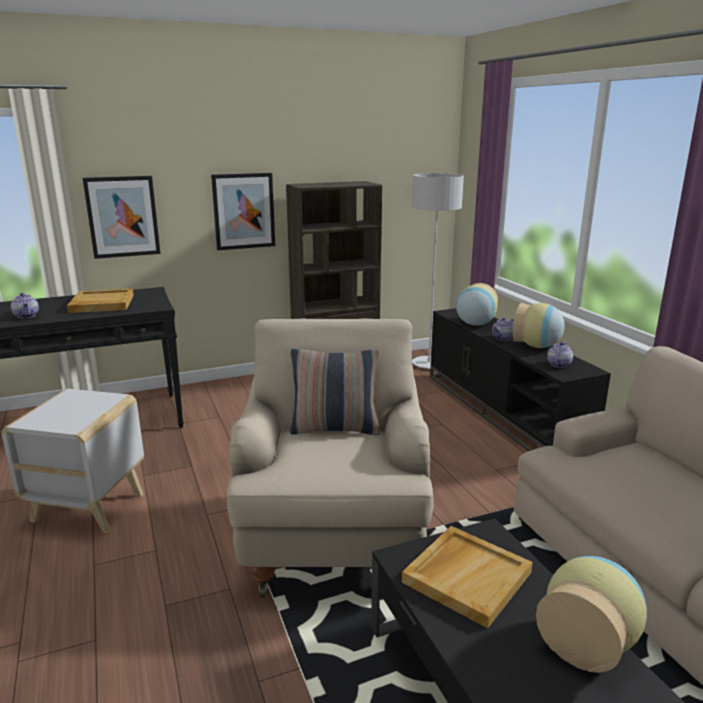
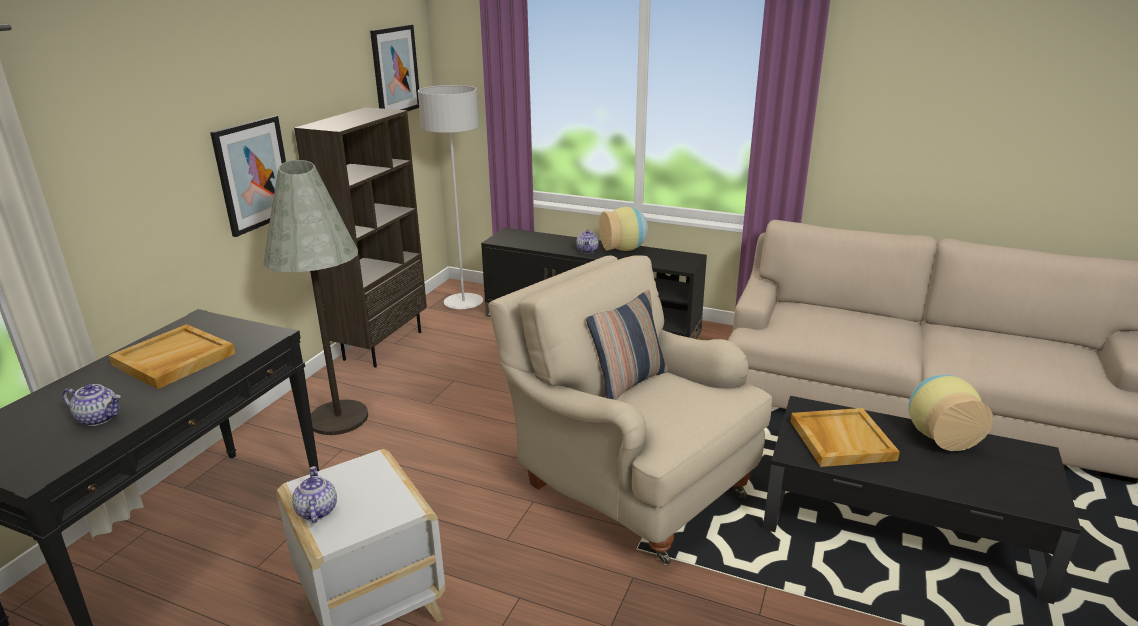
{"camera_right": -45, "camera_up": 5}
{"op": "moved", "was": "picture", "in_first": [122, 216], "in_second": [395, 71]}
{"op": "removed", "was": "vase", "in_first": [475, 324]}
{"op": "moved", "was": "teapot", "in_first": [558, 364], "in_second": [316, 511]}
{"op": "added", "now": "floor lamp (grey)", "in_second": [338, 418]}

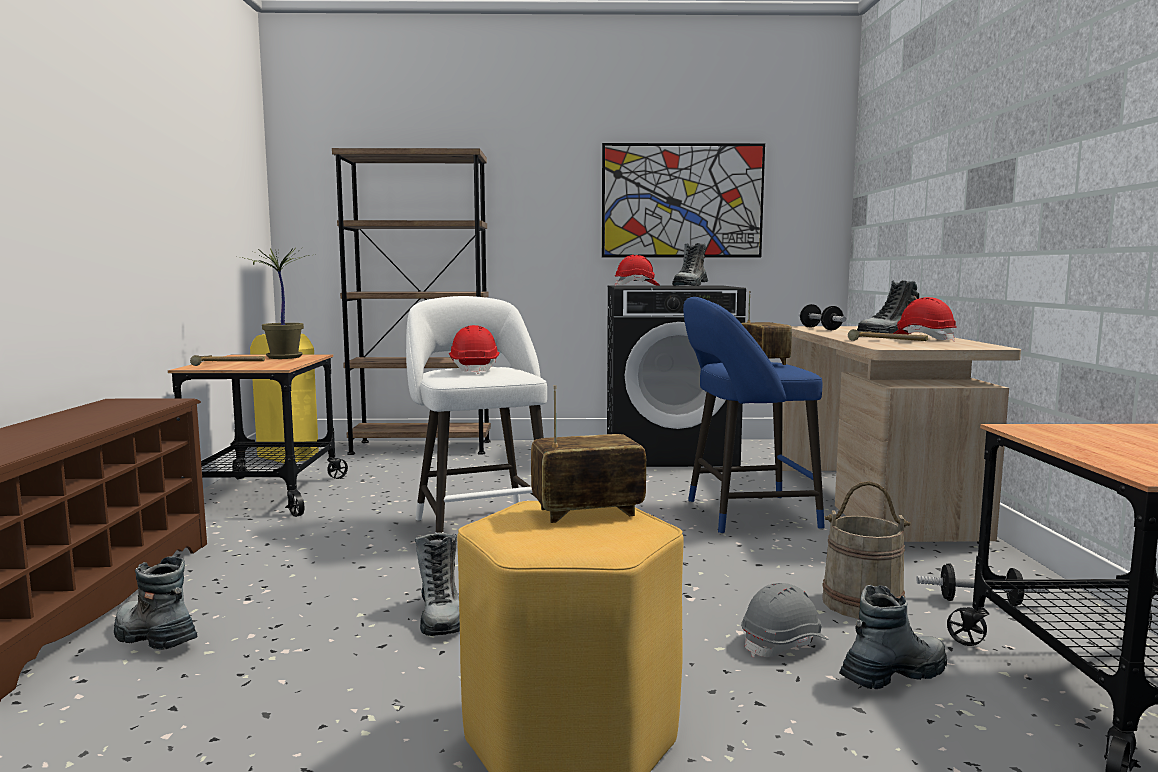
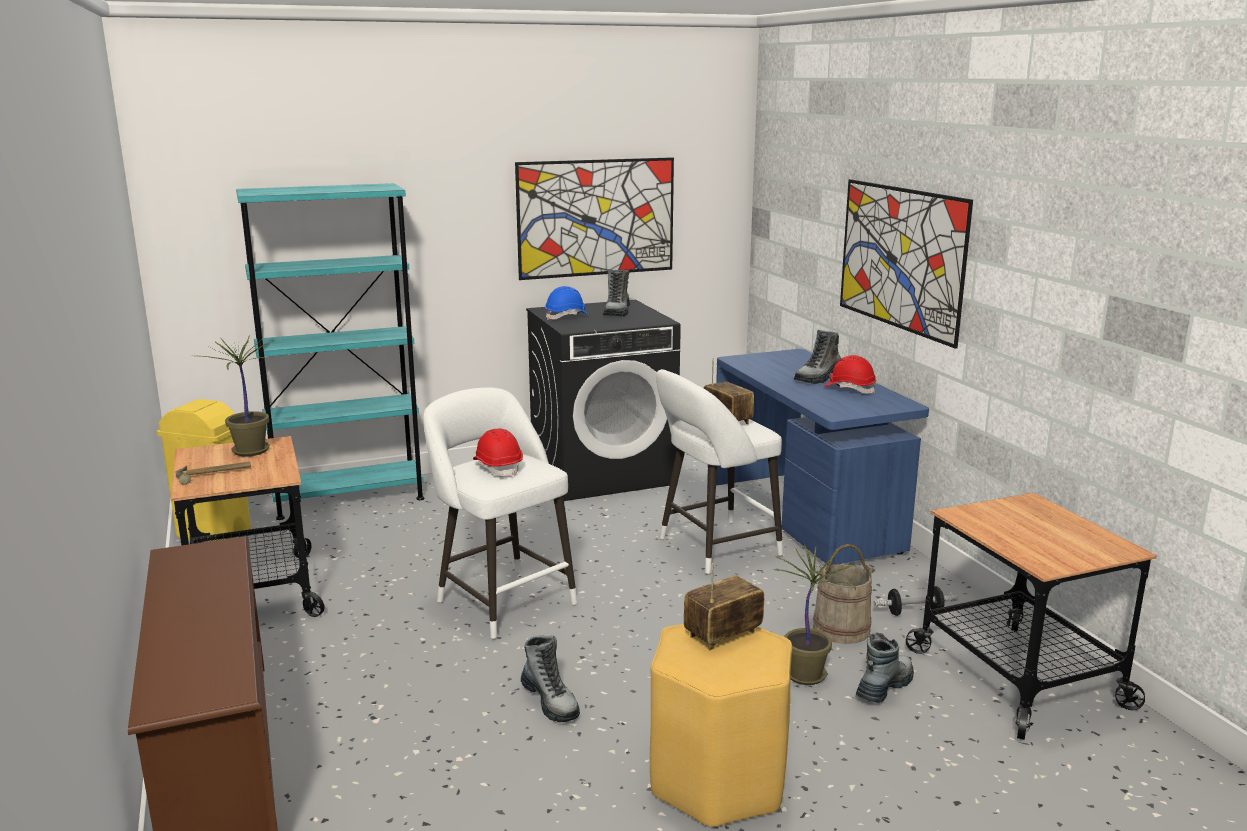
{"camera_right": -20, "camera_up": 10}
{"op": "recoloured", "was": "bookcase (brown)", "now": "bookcase (turquoise)", "in_first": [421, 447], "in_second": [348, 498]}
{"op": "recoloured", "was": "hard hat (red)", "now": "hard hat (blue)", "in_first": [637, 286], "in_second": [567, 317]}
{"op": "recoloured", "was": "stool (blue)", "now": "stool (white)", "in_first": [743, 515], "in_second": [713, 549]}
{"op": "removed", "was": "dumbbell", "in_first": [820, 328]}
{"op": "recoloured", "was": "desk (beige)", "now": "desk (blue)", "in_first": [875, 502], "in_second": [806, 516]}
{"op": "removed", "was": "hammer", "in_first": [887, 341]}
{"op": "removed", "was": "boot", "in_first": [154, 638]}
{"op": "replaced", "was": "hard hat (grey)", "now": "potted plant", "in_first": [784, 643], "in_second": [807, 675]}
{"op": "added", "now": "picture", "in_second": [900, 258]}

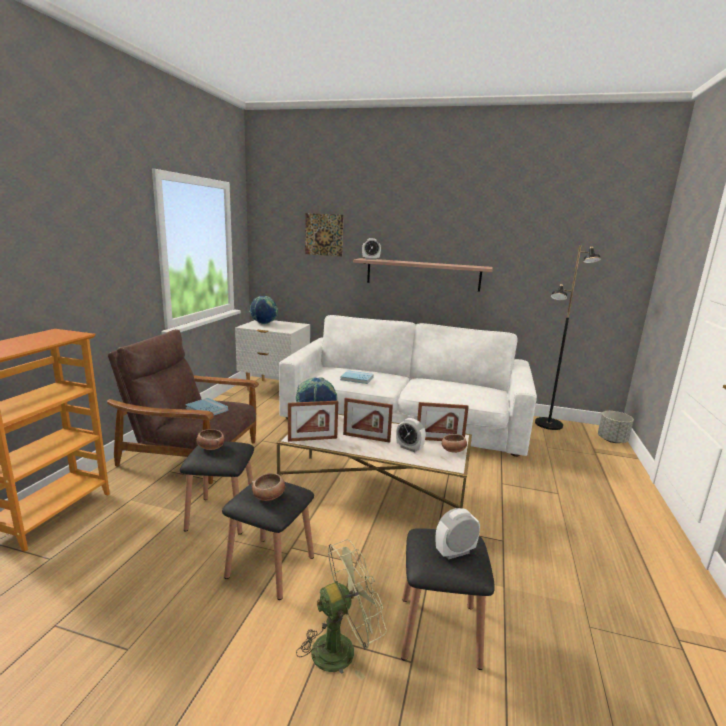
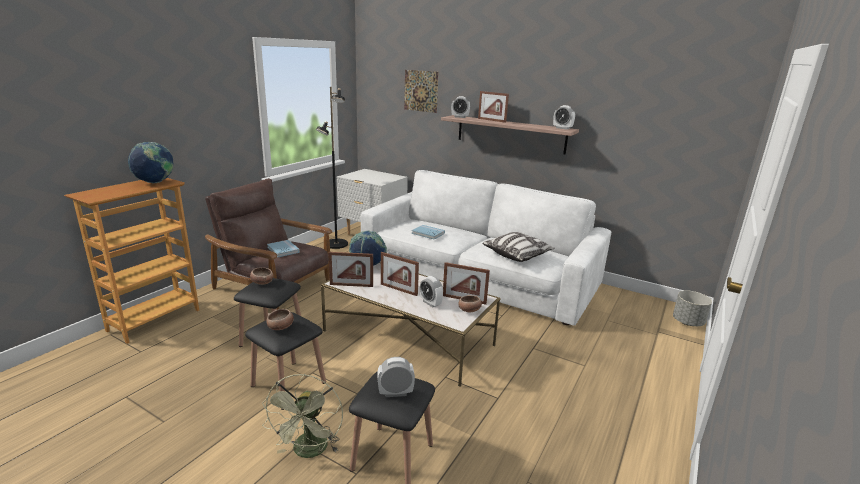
{"camera_right": 15, "camera_up": 5}
{"op": "moved", "was": "floor lamp (black)", "in_first": [549, 424], "in_second": [336, 244]}
{"op": "moved", "was": "globe", "in_first": [264, 324], "in_second": [155, 183]}
{"op": "turned", "was": "fan (green)", "in_first": [342, 647], "in_second": [309, 452], "clockwise": 105}
{"op": "added", "now": "picture frame", "in_second": [491, 120]}
{"op": "added", "now": "alarm clock", "in_second": [562, 128]}
{"op": "added", "now": "pillow", "in_second": [517, 255]}

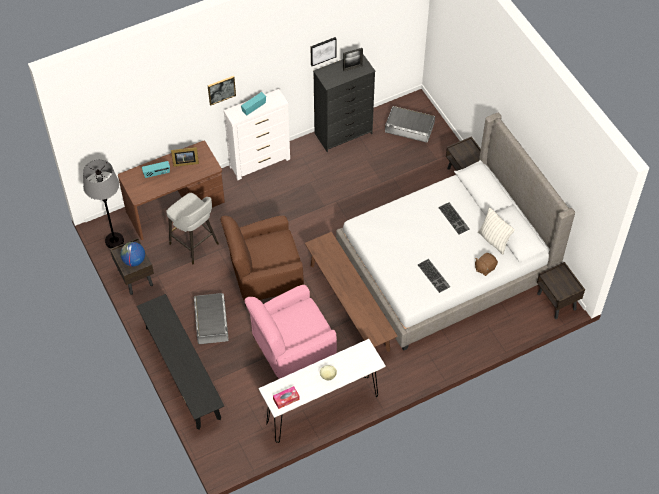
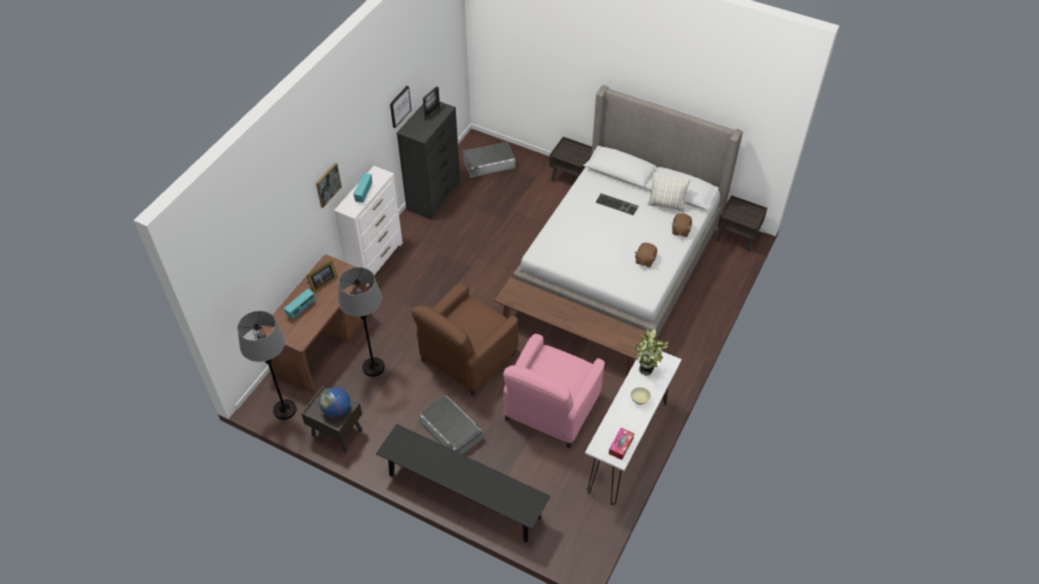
{"camera_right": -35, "camera_up": -5}
{"op": "replaced", "was": "stool (grey)", "now": "floor lamp (grey)", "in_first": [195, 245], "in_second": [373, 367]}
{"op": "replaced", "was": "keyboard", "now": "plush toy (brown)", "in_first": [434, 275], "in_second": [645, 260]}
{"op": "added", "now": "potted plant", "in_second": [647, 370]}

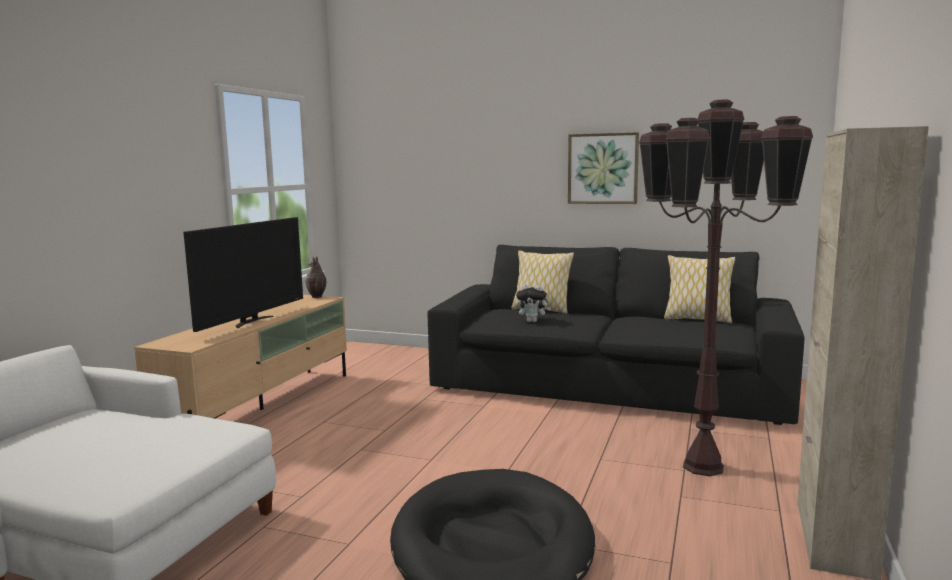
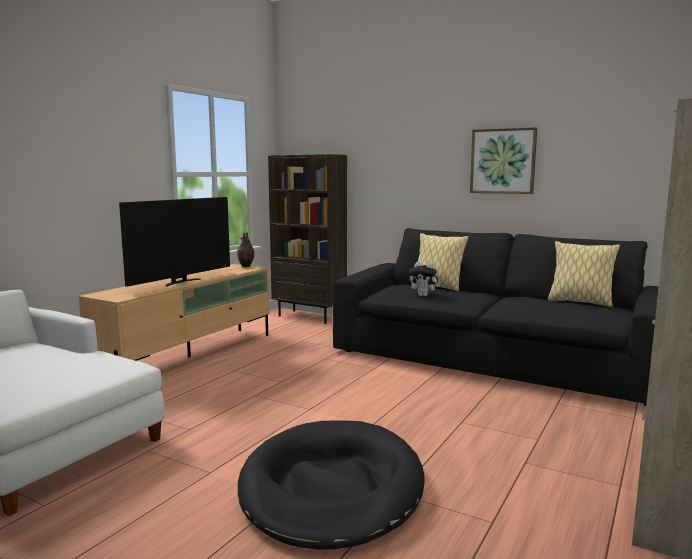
{"camera_right": 10, "camera_up": 0}
{"op": "removed", "was": "floor lamp (brown)", "in_first": [704, 467]}
{"op": "added", "now": "bookcase (brown)", "in_second": [310, 316]}

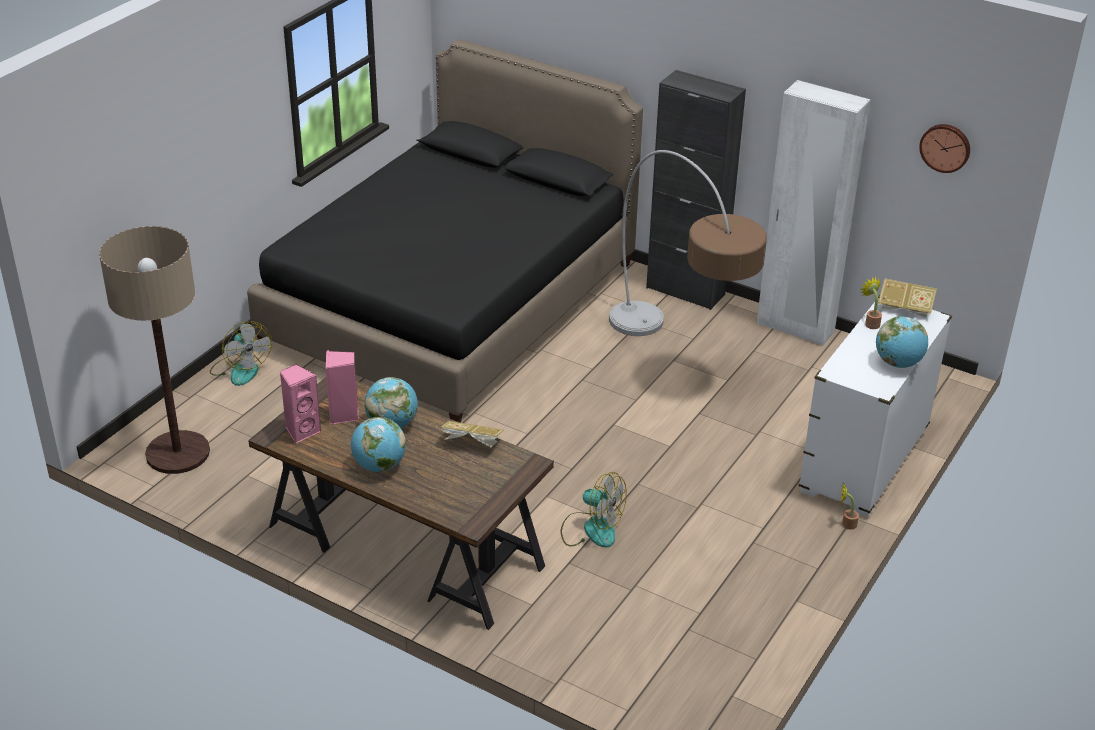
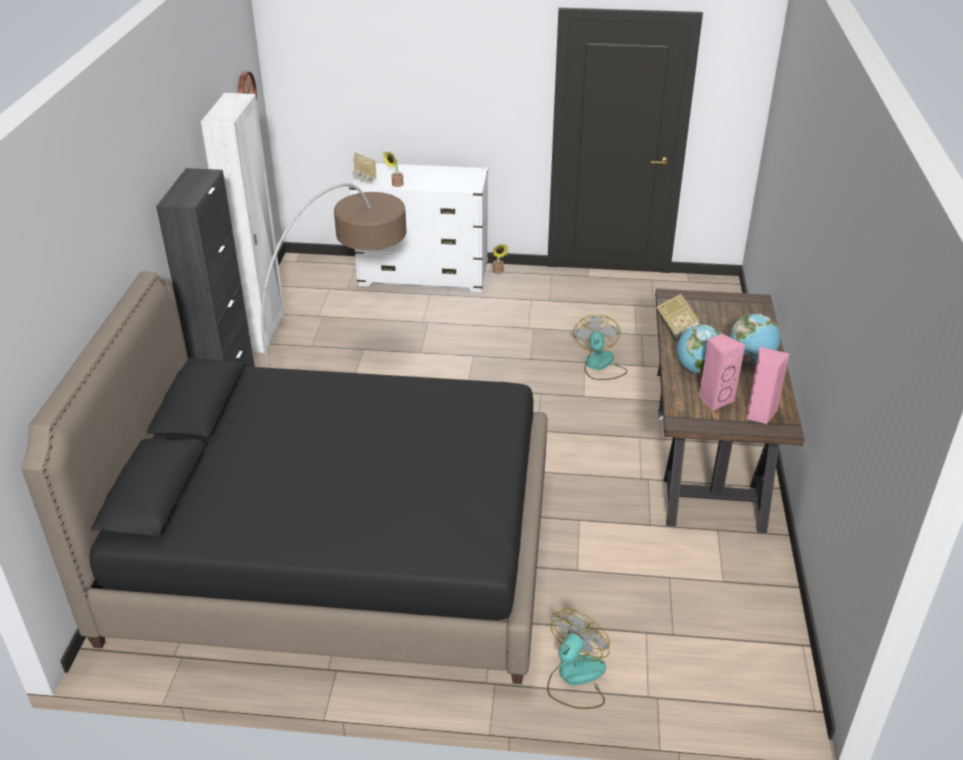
{"camera_right": -115, "camera_up": 0}
{"op": "removed", "was": "floor lamp", "in_first": [177, 453]}
{"op": "removed", "was": "globe", "in_first": [898, 363]}

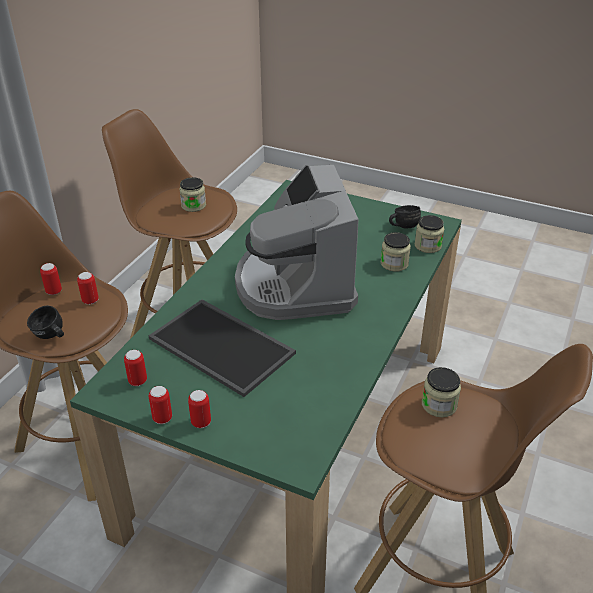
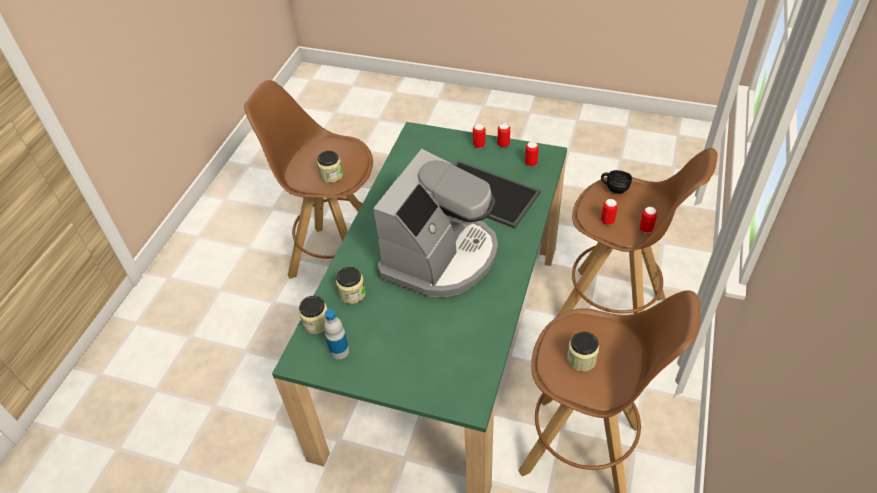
{"camera_right": 175, "camera_up": 10}
{"op": "turned", "was": "coffee machine", "in_first": [295, 284], "in_second": [441, 257], "clockwise": 45}
{"op": "replaced", "was": "mug (black)", "now": "bottle", "in_first": [402, 226], "in_second": [339, 351]}

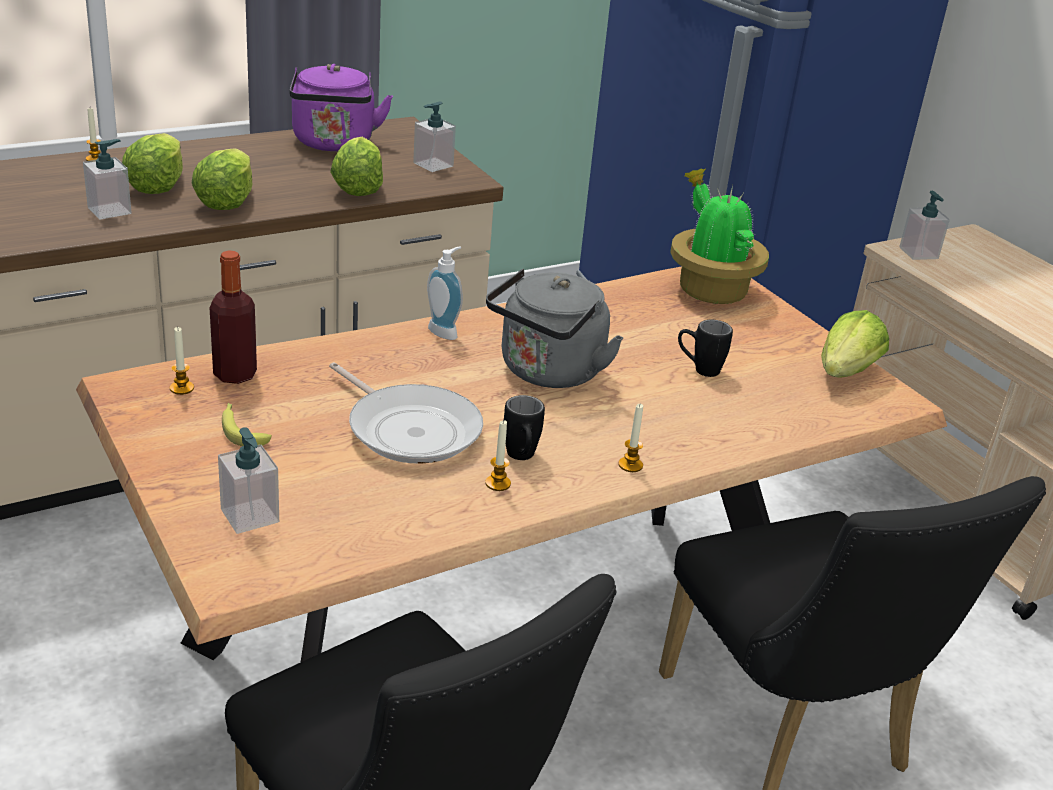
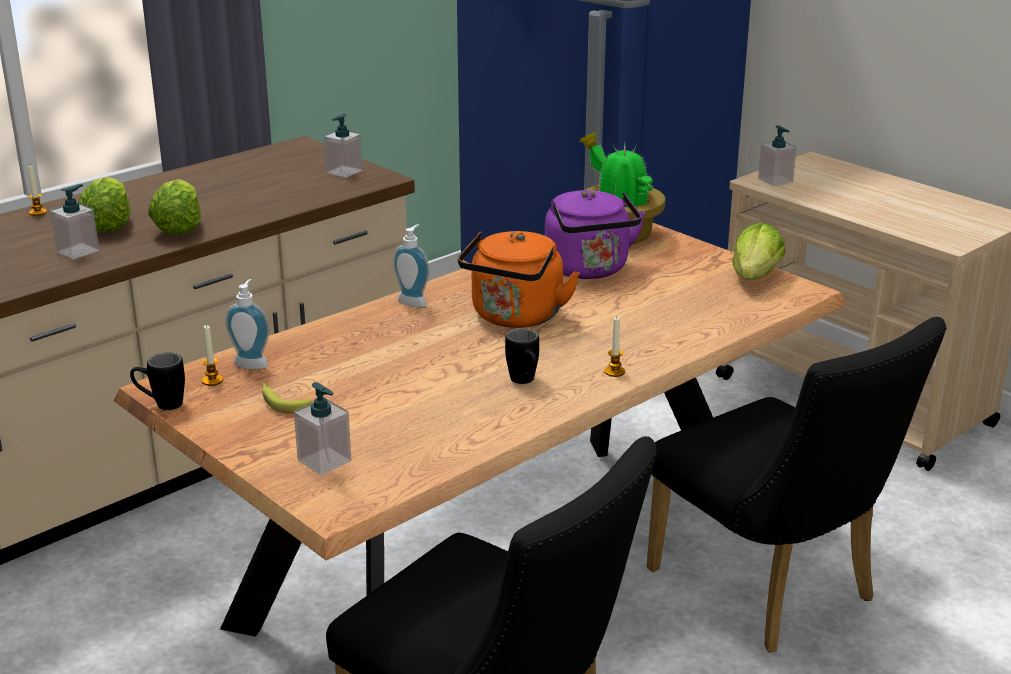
{"camera_right": -10, "camera_up": -5}
{"op": "moved", "was": "kettle (purple)", "in_first": [334, 144], "in_second": [589, 270]}
{"op": "removed", "was": "lettuce", "in_first": [357, 188]}
{"op": "replaced", "was": "bottle", "now": "soap dispenser", "in_first": [235, 374], "in_second": [252, 363]}
{"op": "recoloured", "was": "kettle (grey)", "now": "kettle (orange)", "in_first": [548, 373], "in_second": [515, 318]}
{"op": "moved", "was": "mug (black)", "in_first": [699, 369], "in_second": [161, 404]}
{"op": "removed", "was": "frying pan", "in_first": [410, 429]}
{"op": "removed", "was": "candle", "in_first": [498, 483]}

